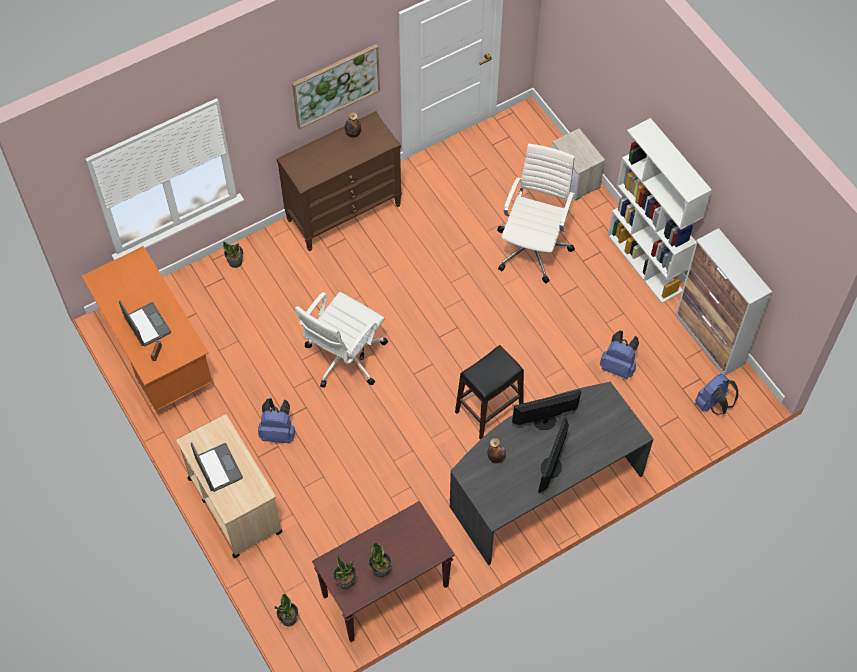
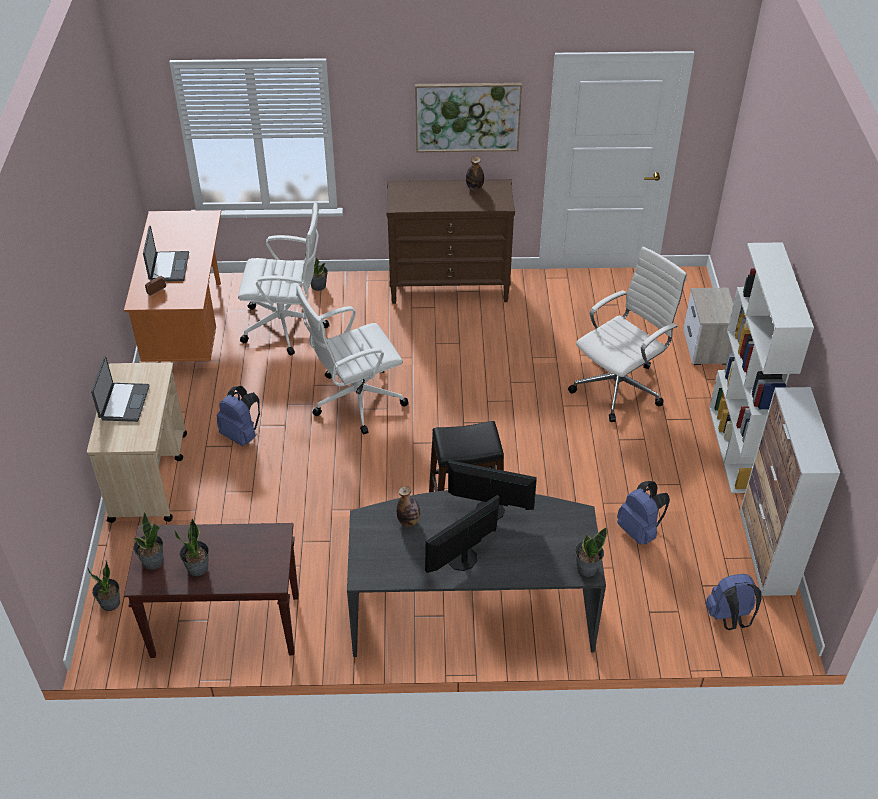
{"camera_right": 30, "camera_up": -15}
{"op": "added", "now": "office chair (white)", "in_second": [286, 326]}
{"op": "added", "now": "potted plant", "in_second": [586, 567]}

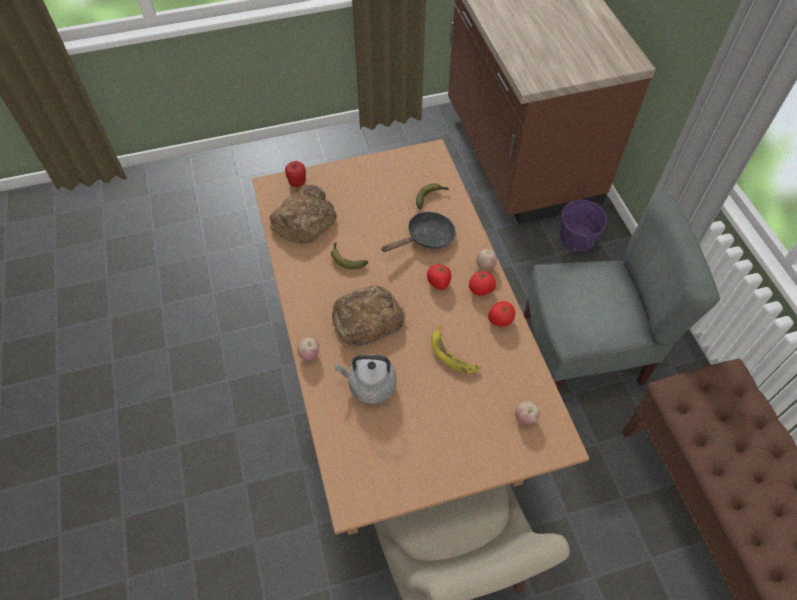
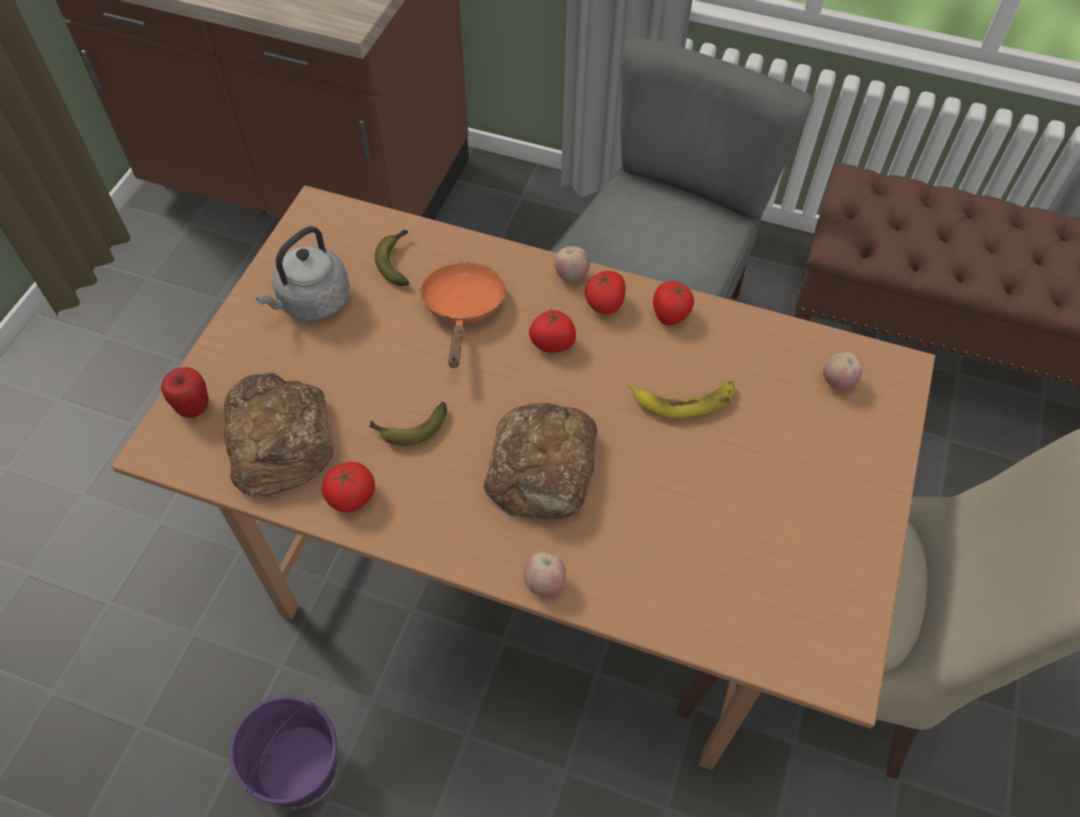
{"camera_right": -55, "camera_up": 0}
{"op": "moved", "was": "bucket (purple)", "in_first": [577, 238], "in_second": [298, 765]}
{"op": "recoloured", "was": "frying pan (black)", "now": "frying pan (orange)", "in_first": [426, 238], "in_second": [463, 310]}
{"op": "moved", "was": "kettle (grey)", "in_first": [369, 385], "in_second": [312, 302]}
{"op": "added", "now": "tomato", "in_second": [352, 497]}

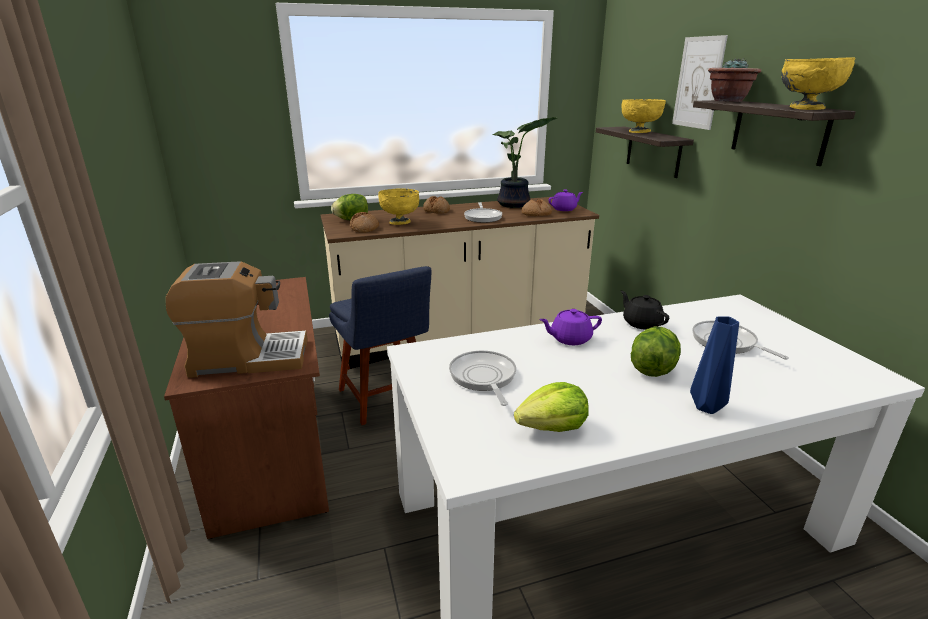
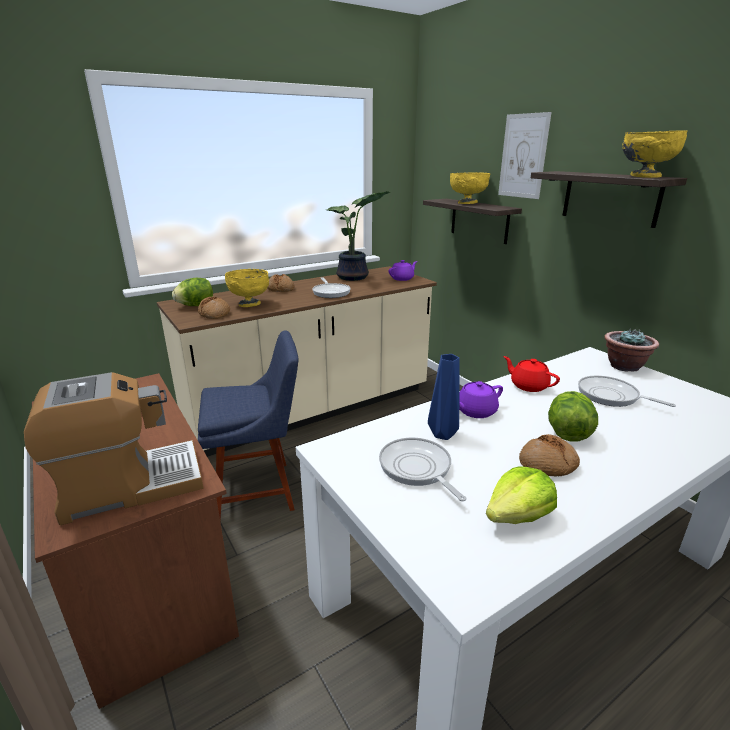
{"camera_right": -15, "camera_up": 0}
{"op": "moved", "was": "potted plant", "in_first": [728, 101], "in_second": [624, 366]}
{"op": "moved", "was": "bread", "in_first": [536, 214], "in_second": [547, 464]}
{"op": "turned", "was": "chair (blue)", "in_first": [386, 399], "in_second": [259, 490], "clockwise": -60}
{"op": "recoloured", "was": "teapot (black)", "now": "teapot (red)", "in_first": [641, 323], "in_second": [528, 385]}
{"op": "moved", "was": "vase (blue)", "in_first": [706, 408], "in_second": [442, 435]}

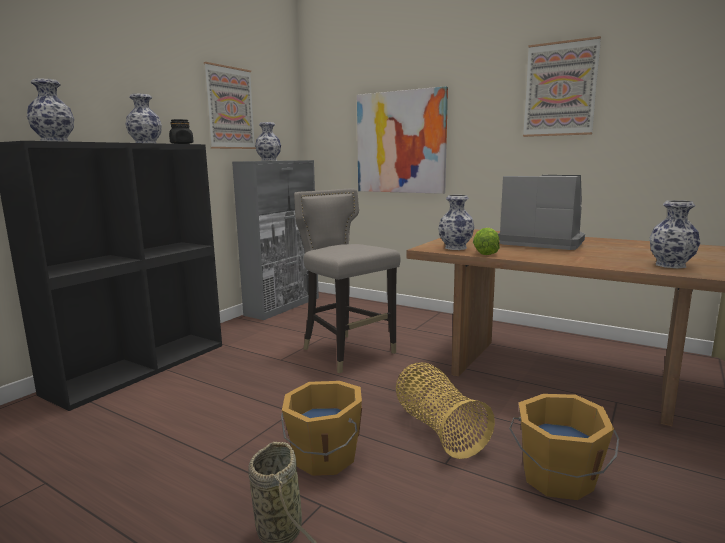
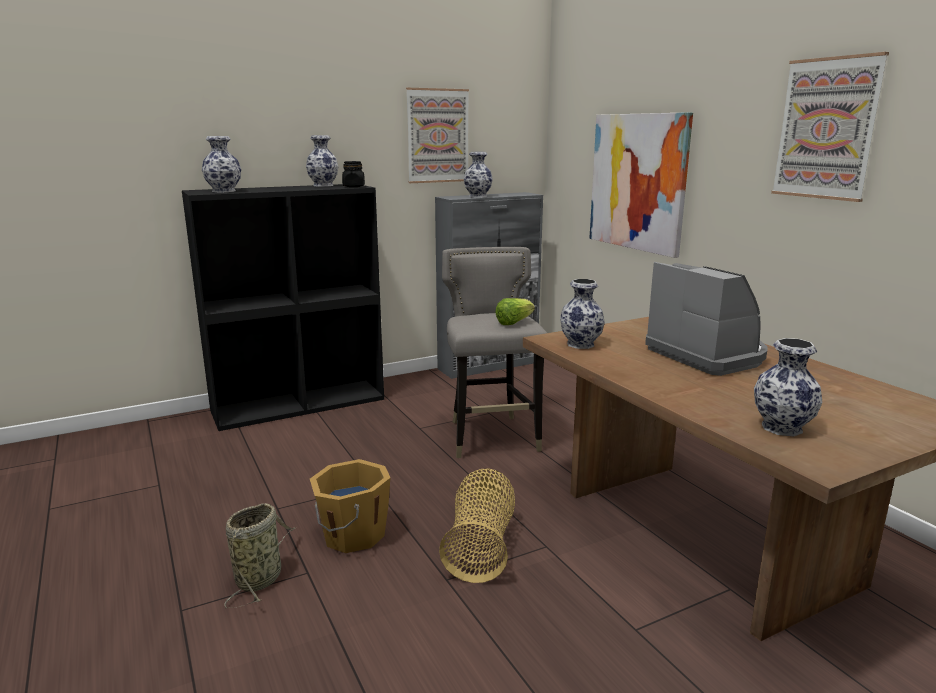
{"camera_right": 30, "camera_up": 5}
{"op": "moved", "was": "lettuce", "in_first": [486, 252], "in_second": [514, 322]}
{"op": "removed", "was": "bucket (orange)", "in_first": [557, 478]}

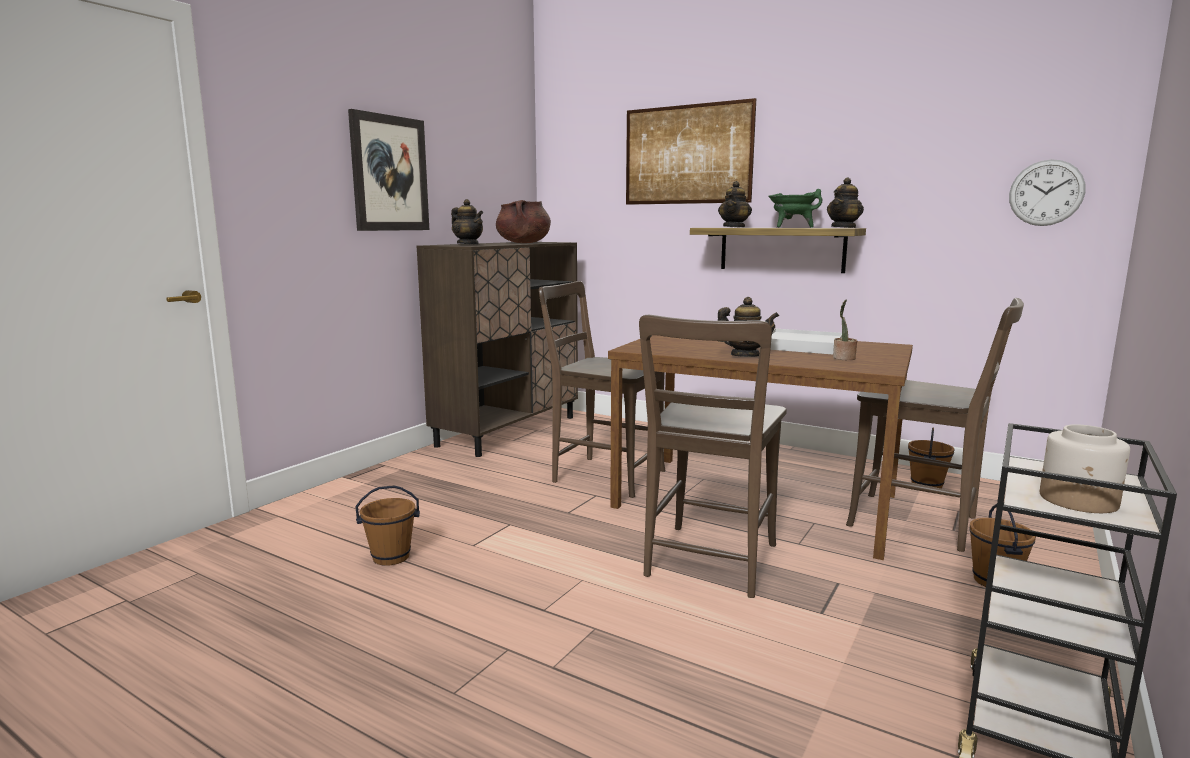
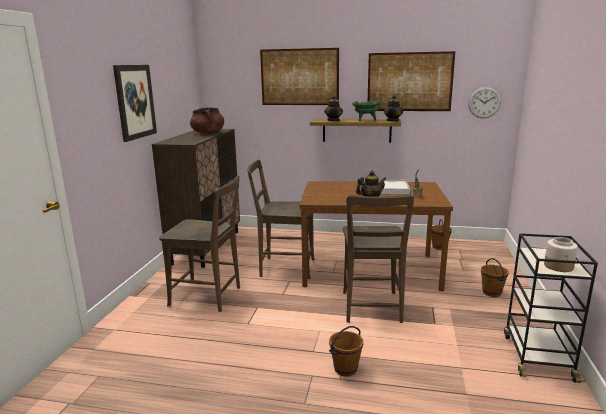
{"camera_right": -20, "camera_up": 5}
{"op": "removed", "was": "teapot", "in_first": [468, 244]}
{"op": "moved", "was": "chair (brown)", "in_first": [920, 523], "in_second": [209, 297]}
{"op": "moved", "was": "bucket (brown)", "in_first": [391, 557], "in_second": [345, 369]}
{"op": "added", "now": "picture", "in_second": [409, 82]}

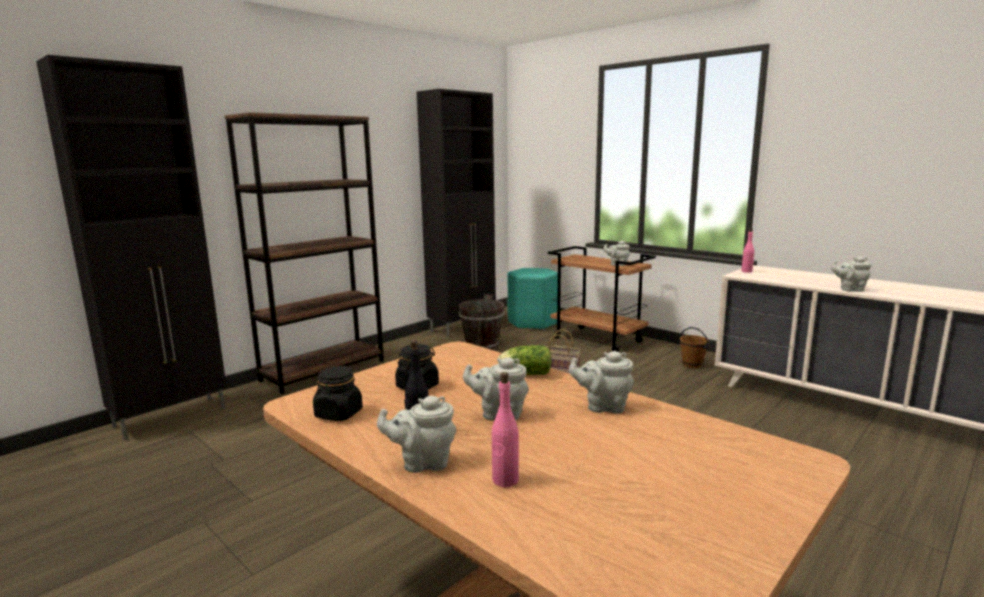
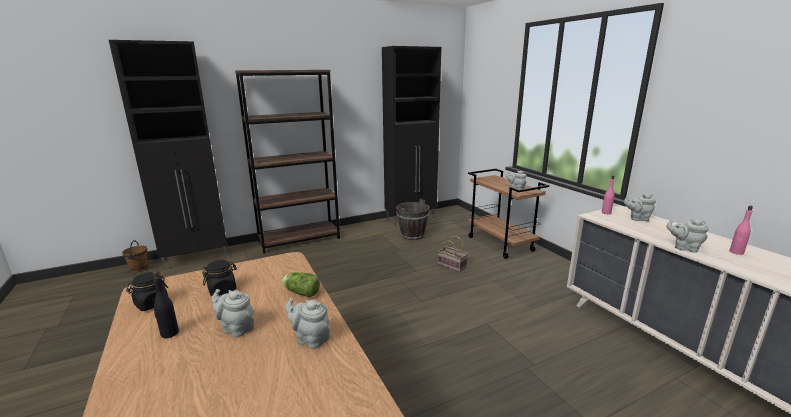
{"camera_right": 20, "camera_up": 5}
{"op": "removed", "was": "stool (turquoise)", "in_first": [533, 323]}
{"op": "moved", "was": "bucket (brown)", "in_first": [692, 365], "in_second": [139, 269]}
{"op": "moved", "was": "bottle (pink)", "in_first": [505, 480], "in_second": [736, 252]}
{"op": "moved", "was": "teapot (grey)", "in_first": [422, 463], "in_second": [637, 219]}

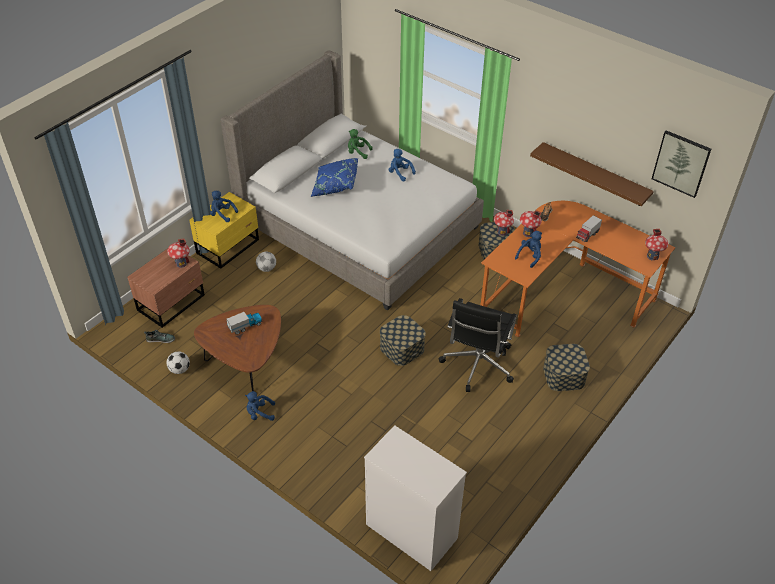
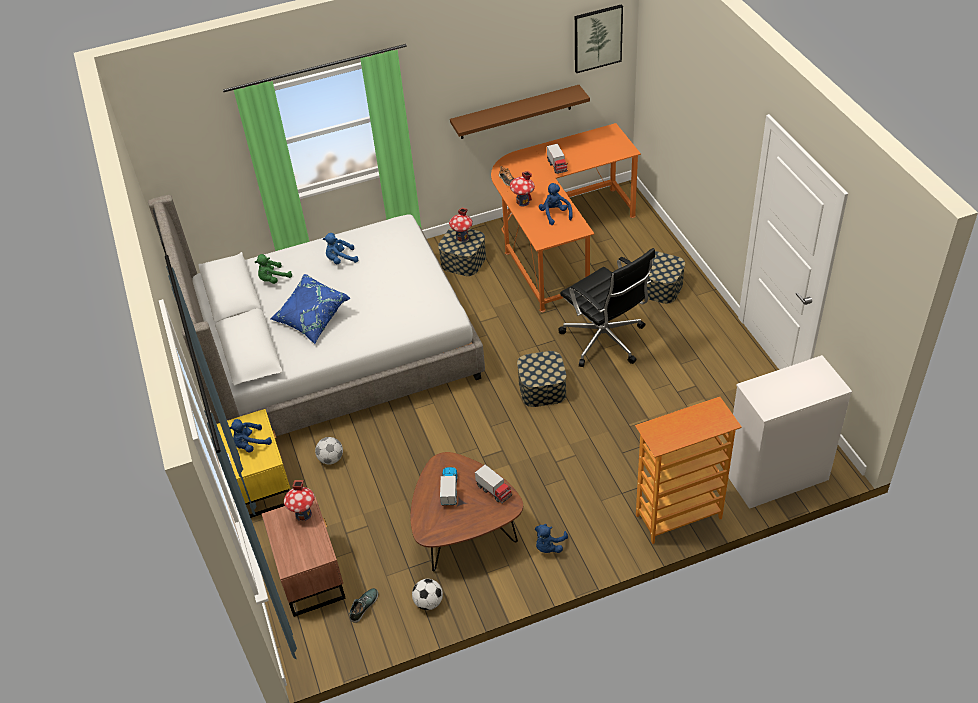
{"camera_right": -55, "camera_up": 0}
{"op": "removed", "was": "toy house", "in_first": [652, 256]}
{"op": "added", "now": "bookcase", "in_second": [678, 517]}
{"op": "added", "now": "toy truck", "in_second": [494, 491]}

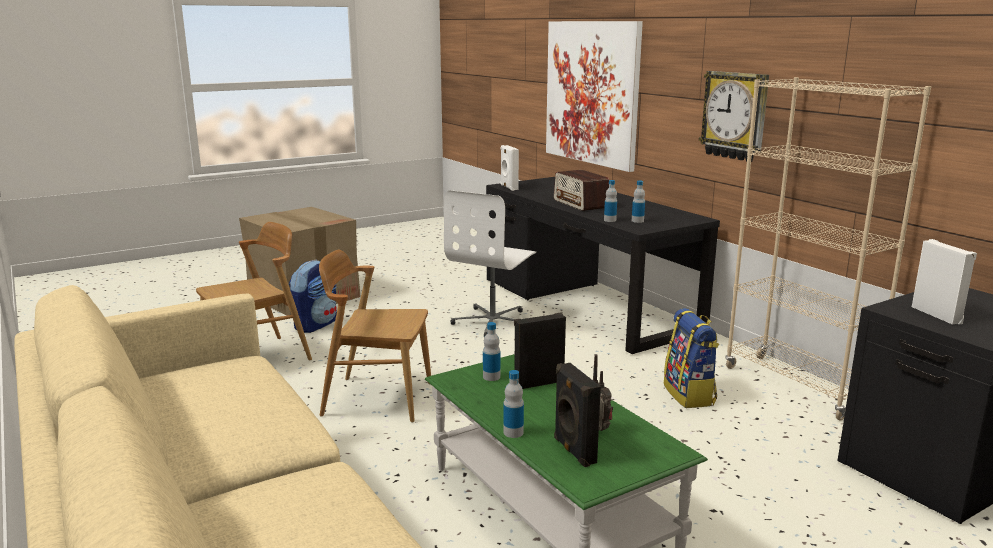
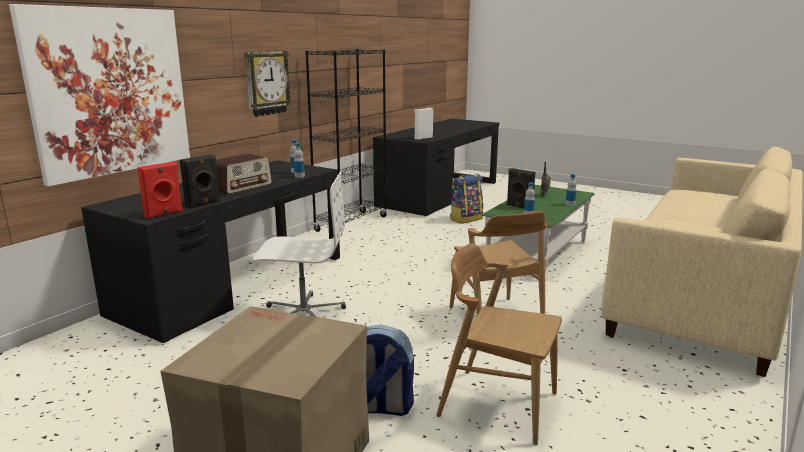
{"camera_right": -115, "camera_up": 0}
{"op": "recoloured", "was": "bookcase (beige)", "now": "bookcase (black)", "in_first": [797, 386], "in_second": [351, 224]}
{"op": "recoloured", "was": "speaker (white)", "now": "speaker (red)", "in_first": [508, 187], "in_second": [164, 214]}
{"op": "moved", "was": "backpack", "in_first": [690, 395], "in_second": [466, 219]}
{"op": "moved", "was": "speaker (black)", "in_first": [573, 451], "in_second": [203, 204]}

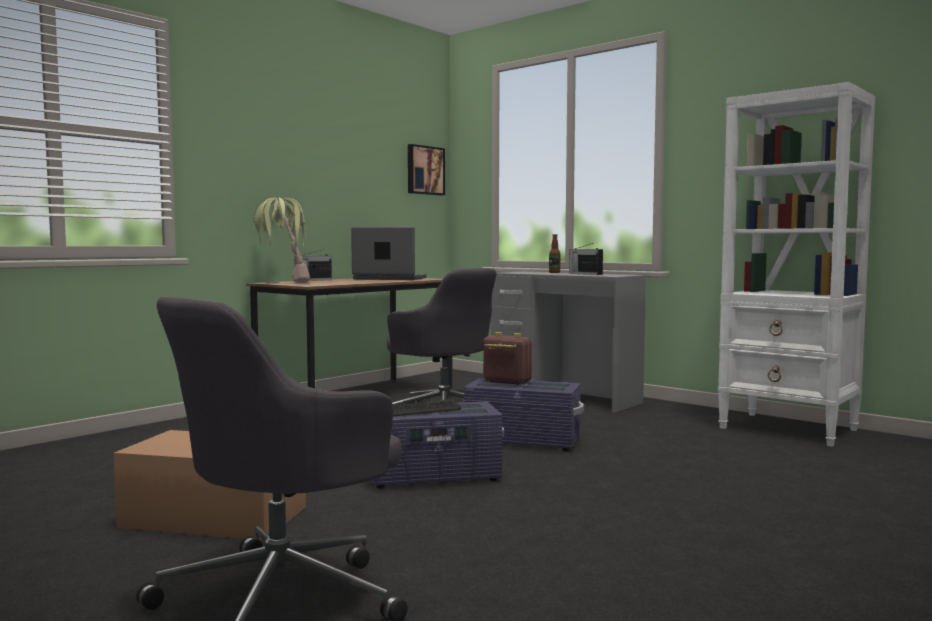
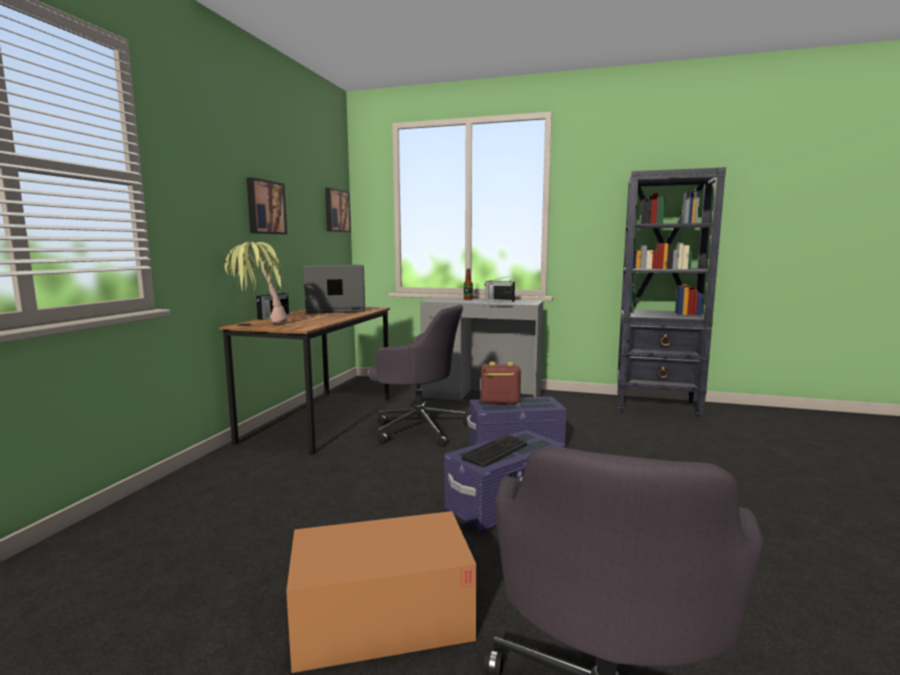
{"camera_right": -25, "camera_up": 5}
{"op": "recoloured", "was": "bookcase (white)", "now": "bookcase (black)", "in_first": [789, 429], "in_second": [657, 407]}
{"op": "added", "now": "picture", "in_second": [265, 207]}

